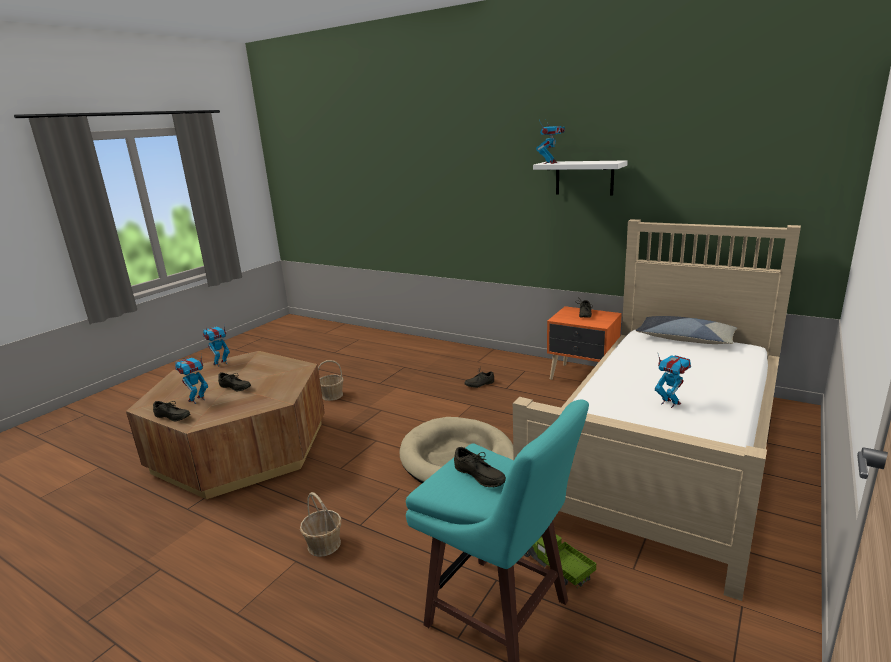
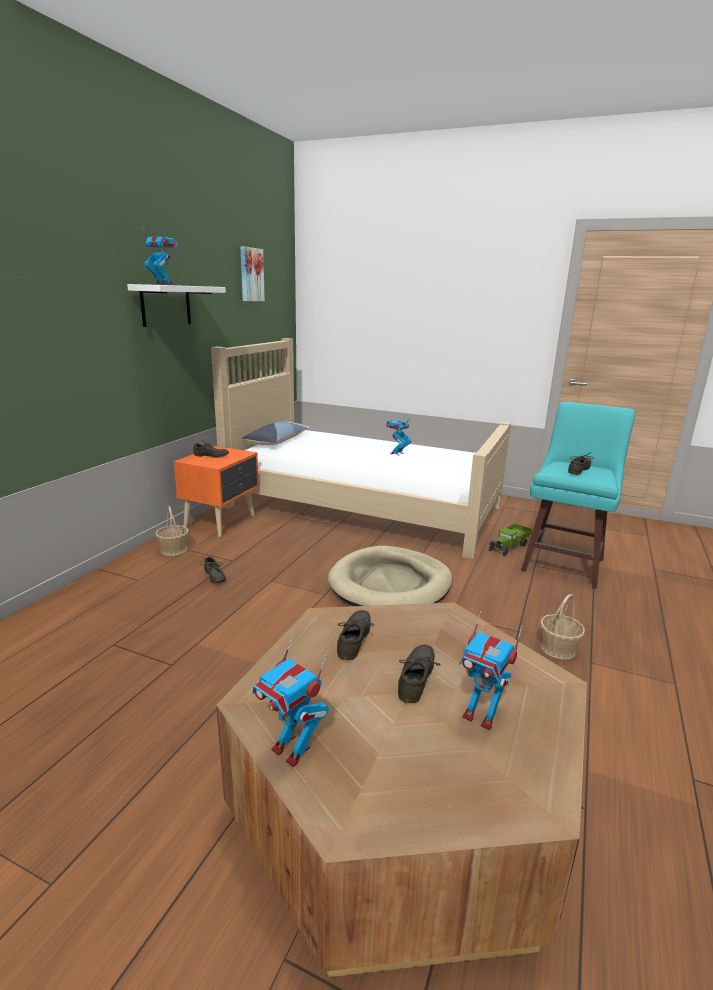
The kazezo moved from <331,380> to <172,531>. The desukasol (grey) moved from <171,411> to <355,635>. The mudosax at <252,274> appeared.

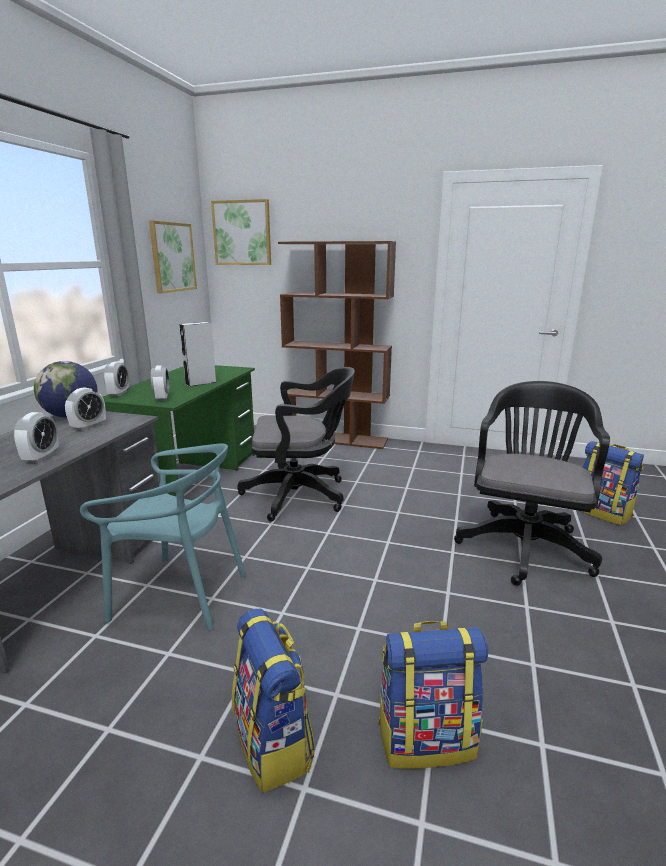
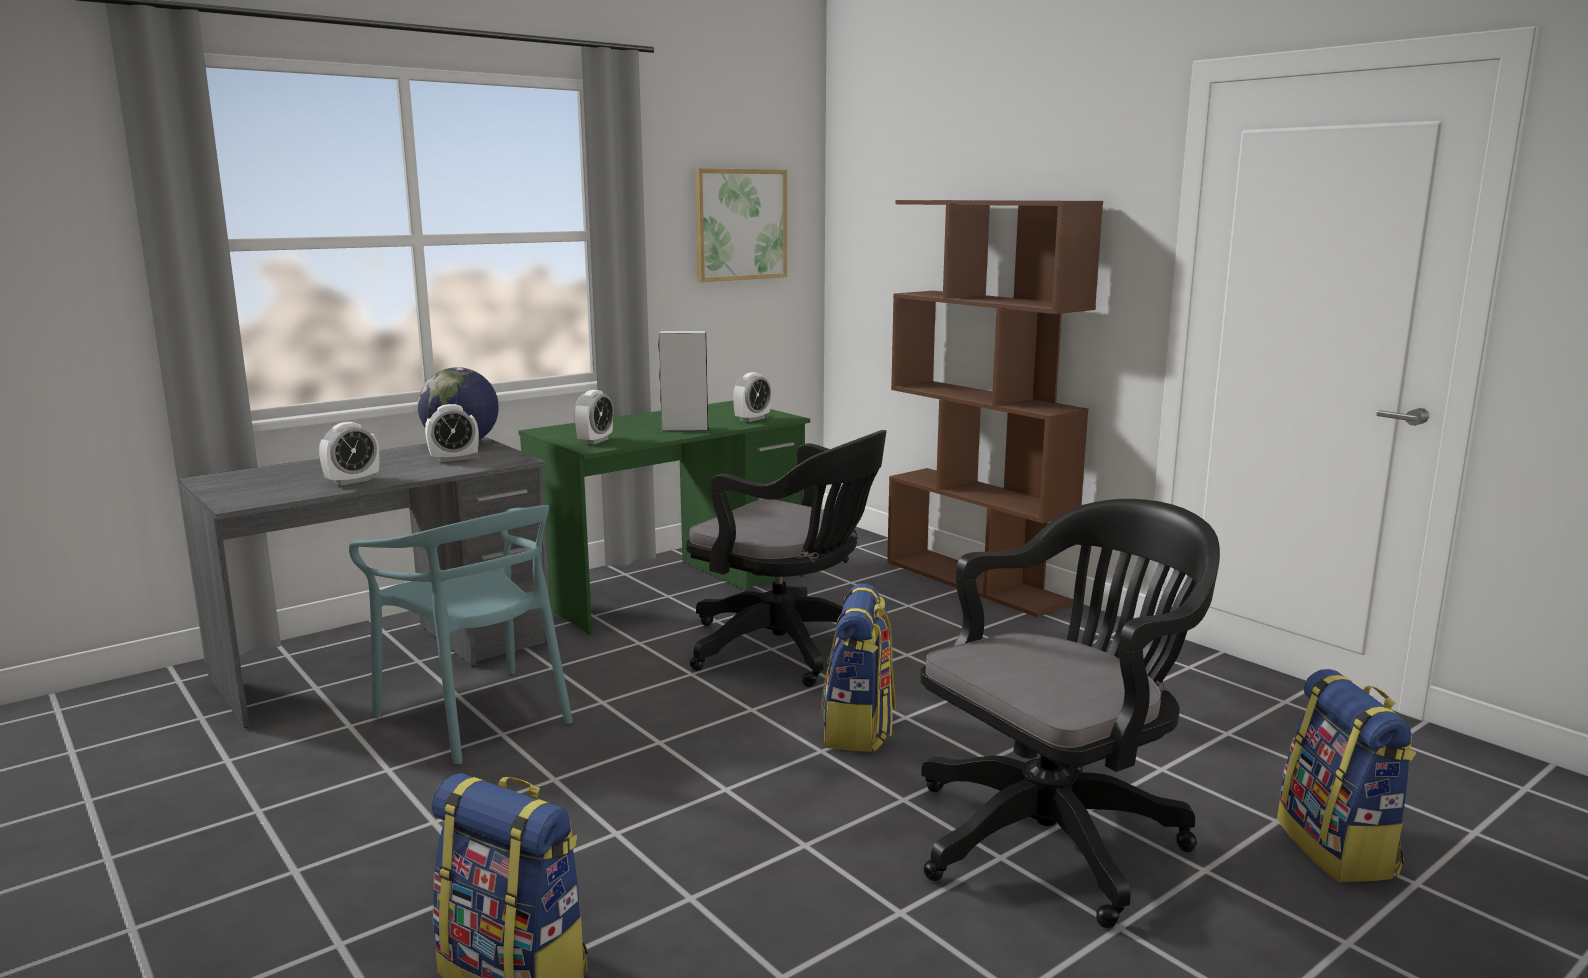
The mudosax at <241,232> disappeared. The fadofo moved from <116,379> to <752,397>. The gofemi moved from <273,701> to <858,668>.

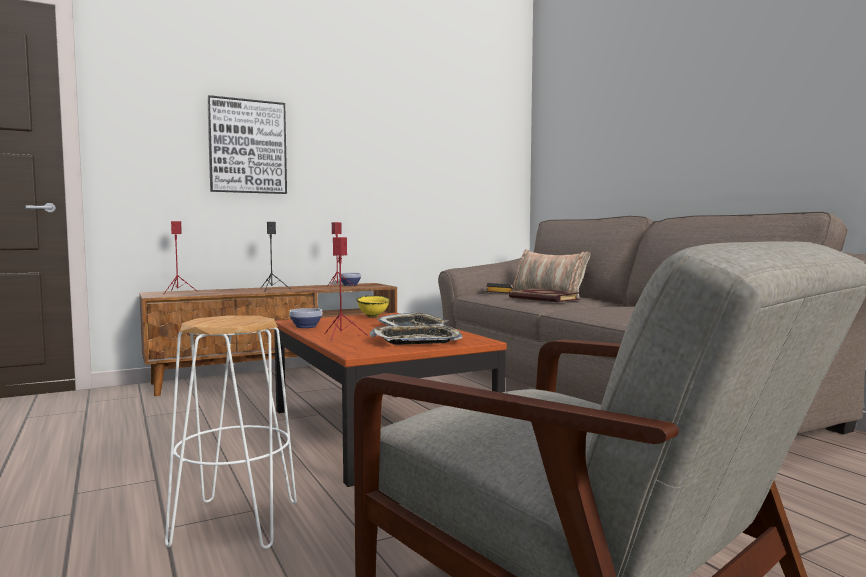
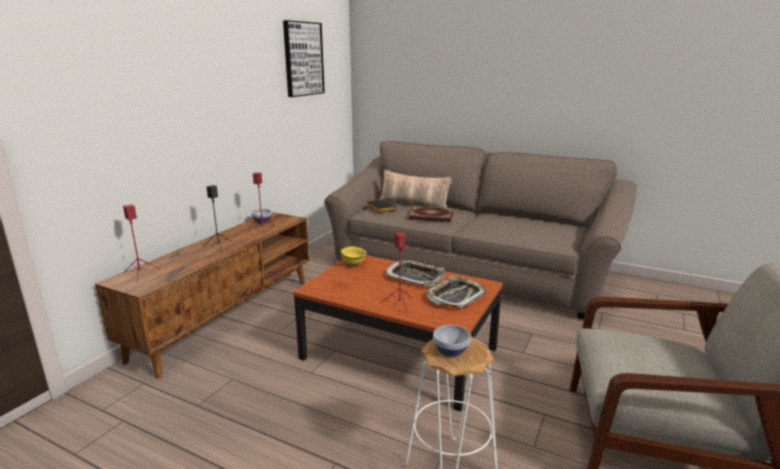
The mudosax moved from <247,144> to <304,58>. The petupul moved from <305,318> to <452,341>.

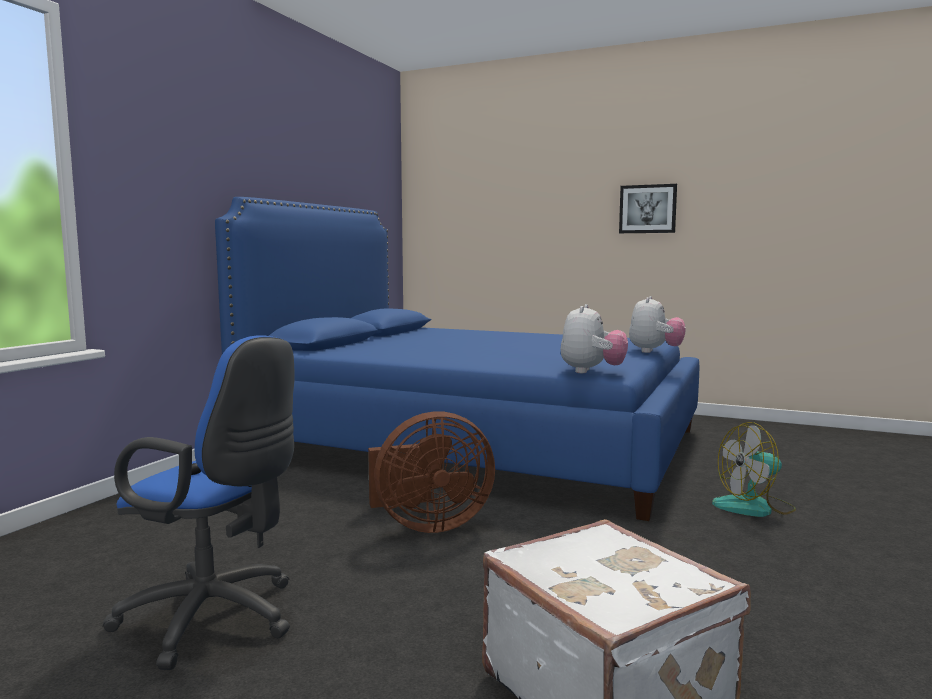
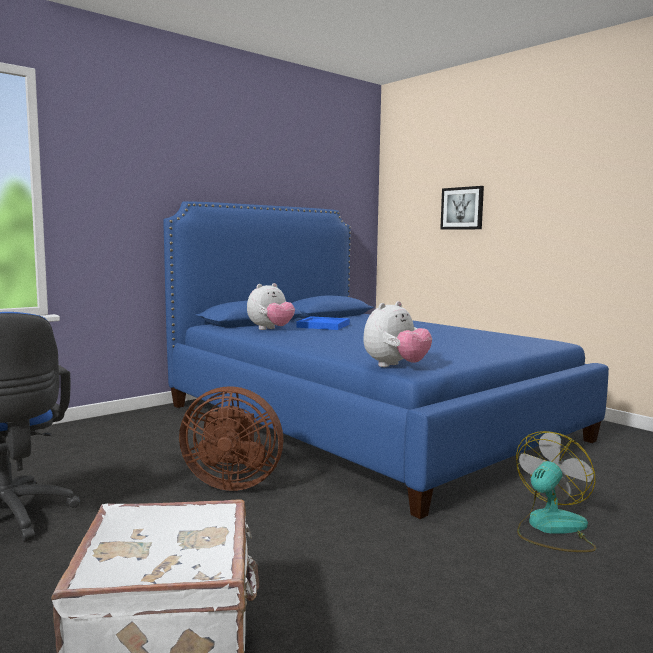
The mudosax moved from <648,208> to <462,208>. The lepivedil moved from <657,324> to <271,306>. The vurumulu at <754,469> turned 120 degrees clockwise. The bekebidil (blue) at <323,323> appeared.

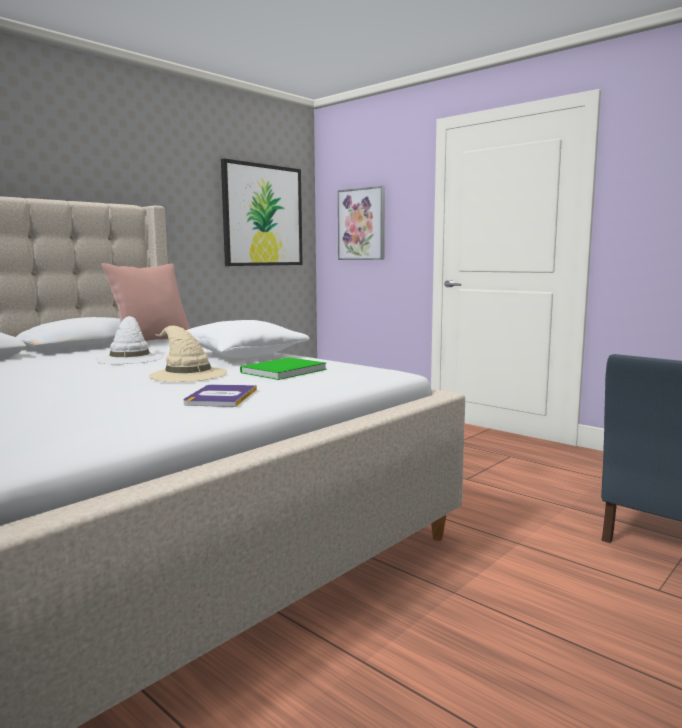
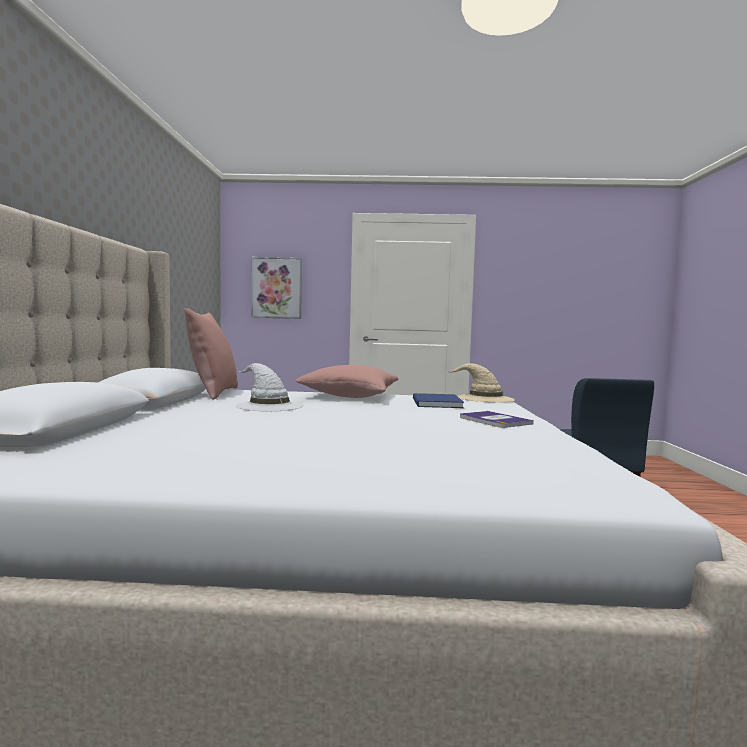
The mudosax at <261,212> disappeared. The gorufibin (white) at <248,339> became the gorufibin (pink) at <346,381>. The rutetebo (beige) moved from <188,353> to <481,383>. The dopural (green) at <283,368> became the dopural (blue) at <438,400>.

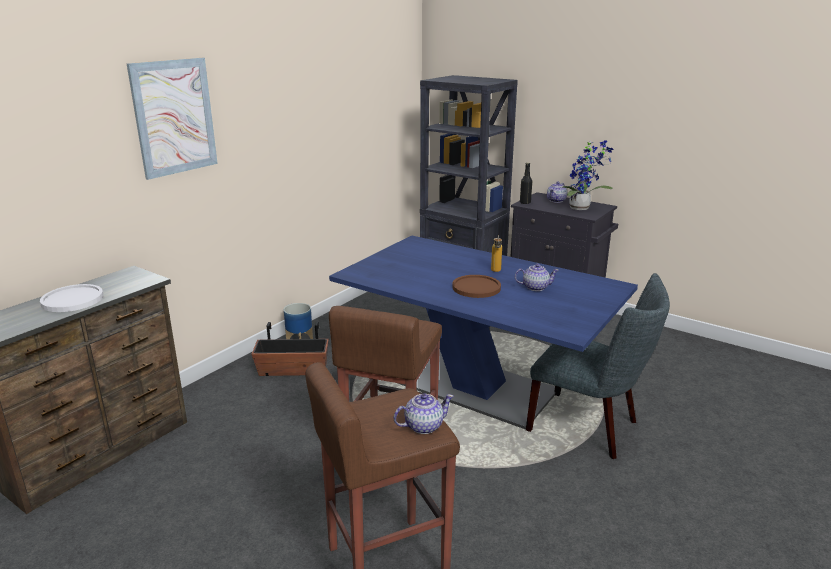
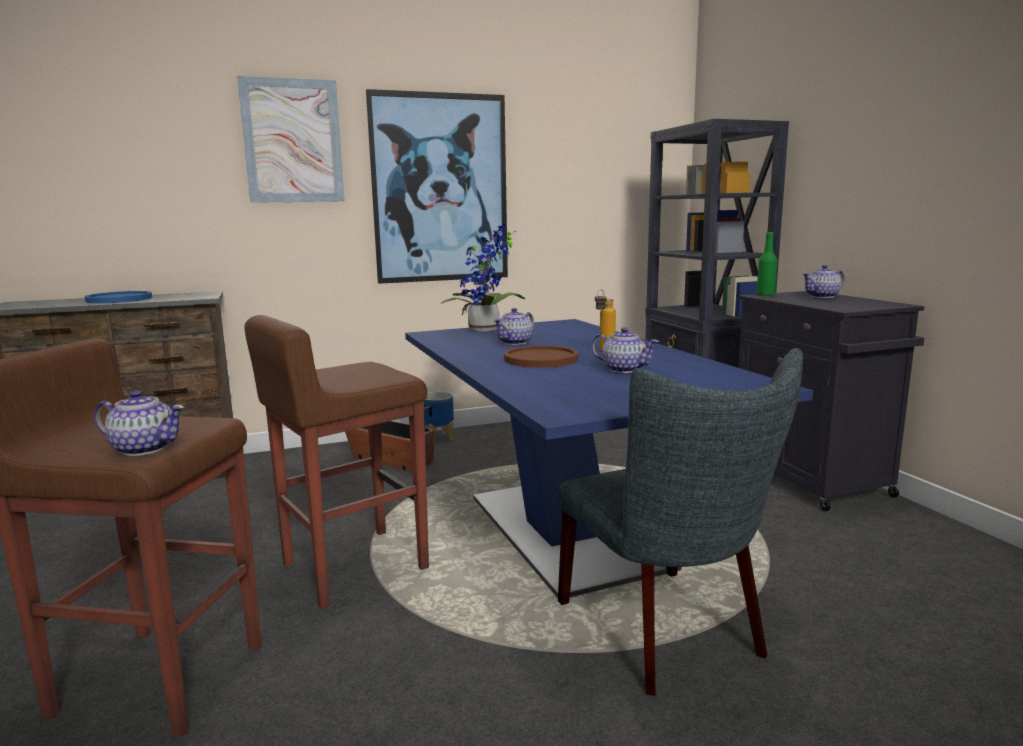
The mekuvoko moved from <587,175> to <483,277>. The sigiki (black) at <526,183> became the sigiki (green) at <767,264>. The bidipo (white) at <72,298> became the bidipo (blue) at <118,297>. The mudosax at <437,186> appeared. The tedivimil at <514,326> appeared.

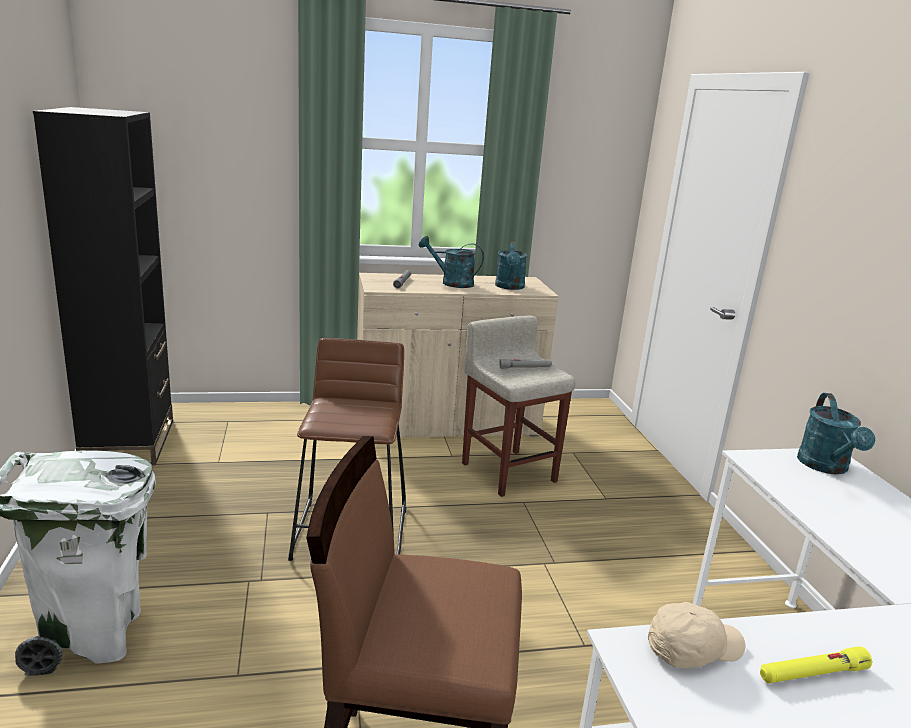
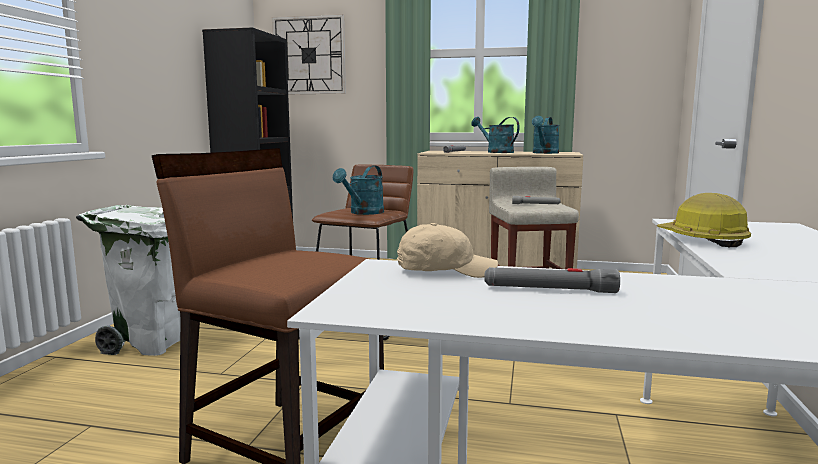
The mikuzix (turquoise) moved from <836,433> to <358,190>. The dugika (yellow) at <816,664> became the dugika (grey) at <552,280>. The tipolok at <309,54> appeared. The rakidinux at <704,220> appeared.

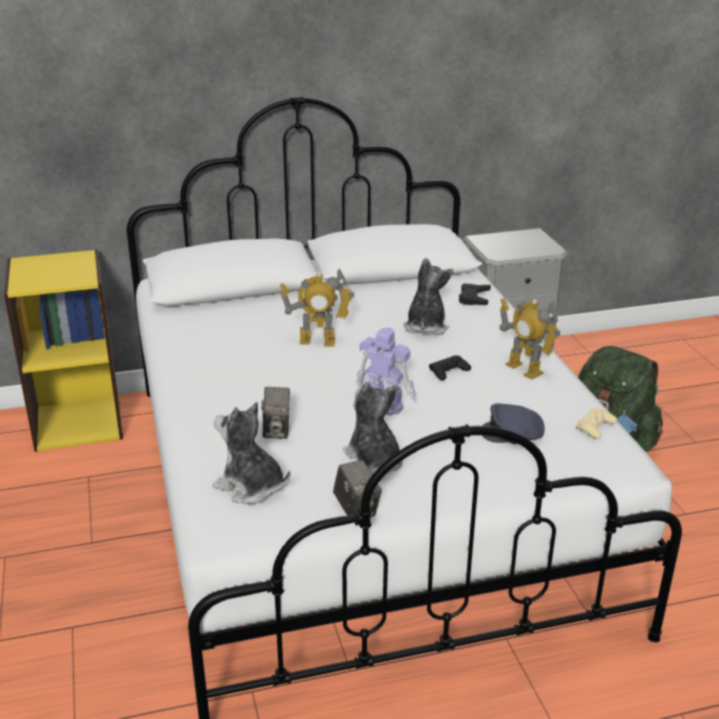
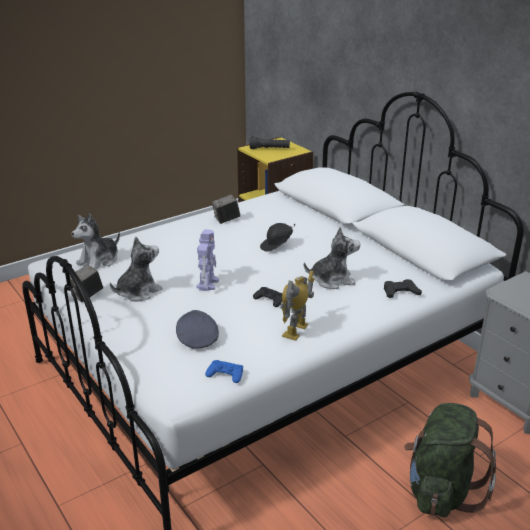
The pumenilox at <317,307> was replaced by the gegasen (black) at <277,237>. The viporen moved from <275,413> to <226,209>. The lepivedil at <252,453> turned 150 degrees counterclockwise. The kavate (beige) at <596,423> became the kavate (blue) at <224,371>. The dugika (black) at <270,142> appeared.

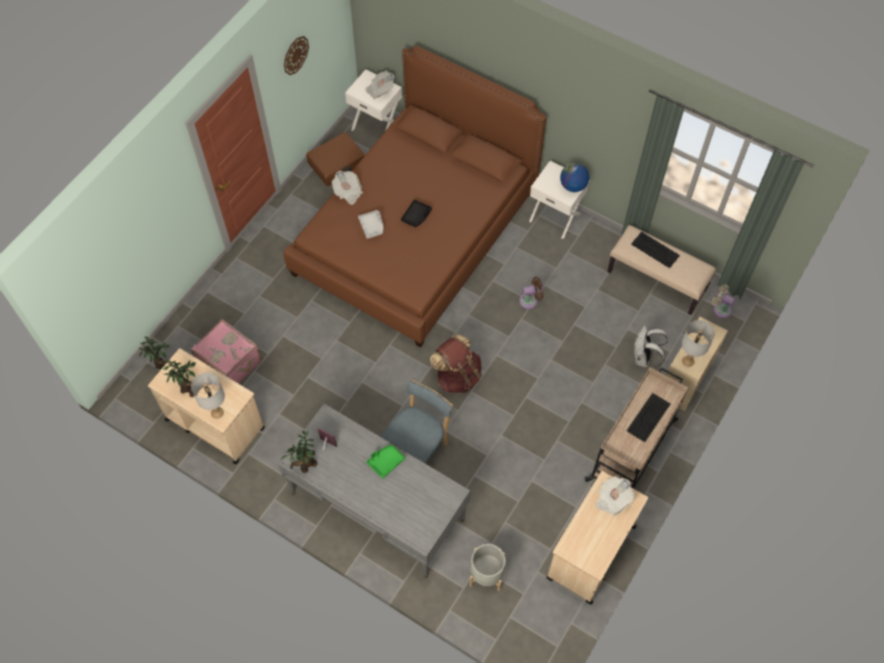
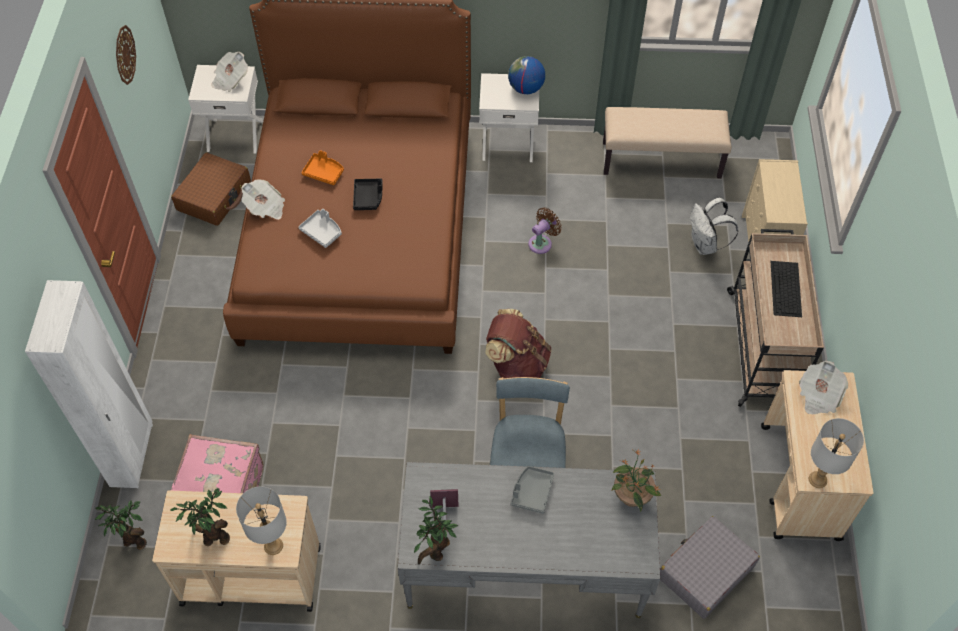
The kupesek at <655,250> disappeared. The vurumulu (beige) at <723,301> disappeared. The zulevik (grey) moved from <698,343> to <836,453>. The bekebidil (green) at <385,462> became the bekebidil (grey) at <532,490>. The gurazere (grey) at <488,567> was replaced by the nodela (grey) at <710,567>. The bekebidil (orange) at <322,167> appeared. The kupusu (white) at <89,384> appeared. The mekuvoko at <636,480> appeared.

